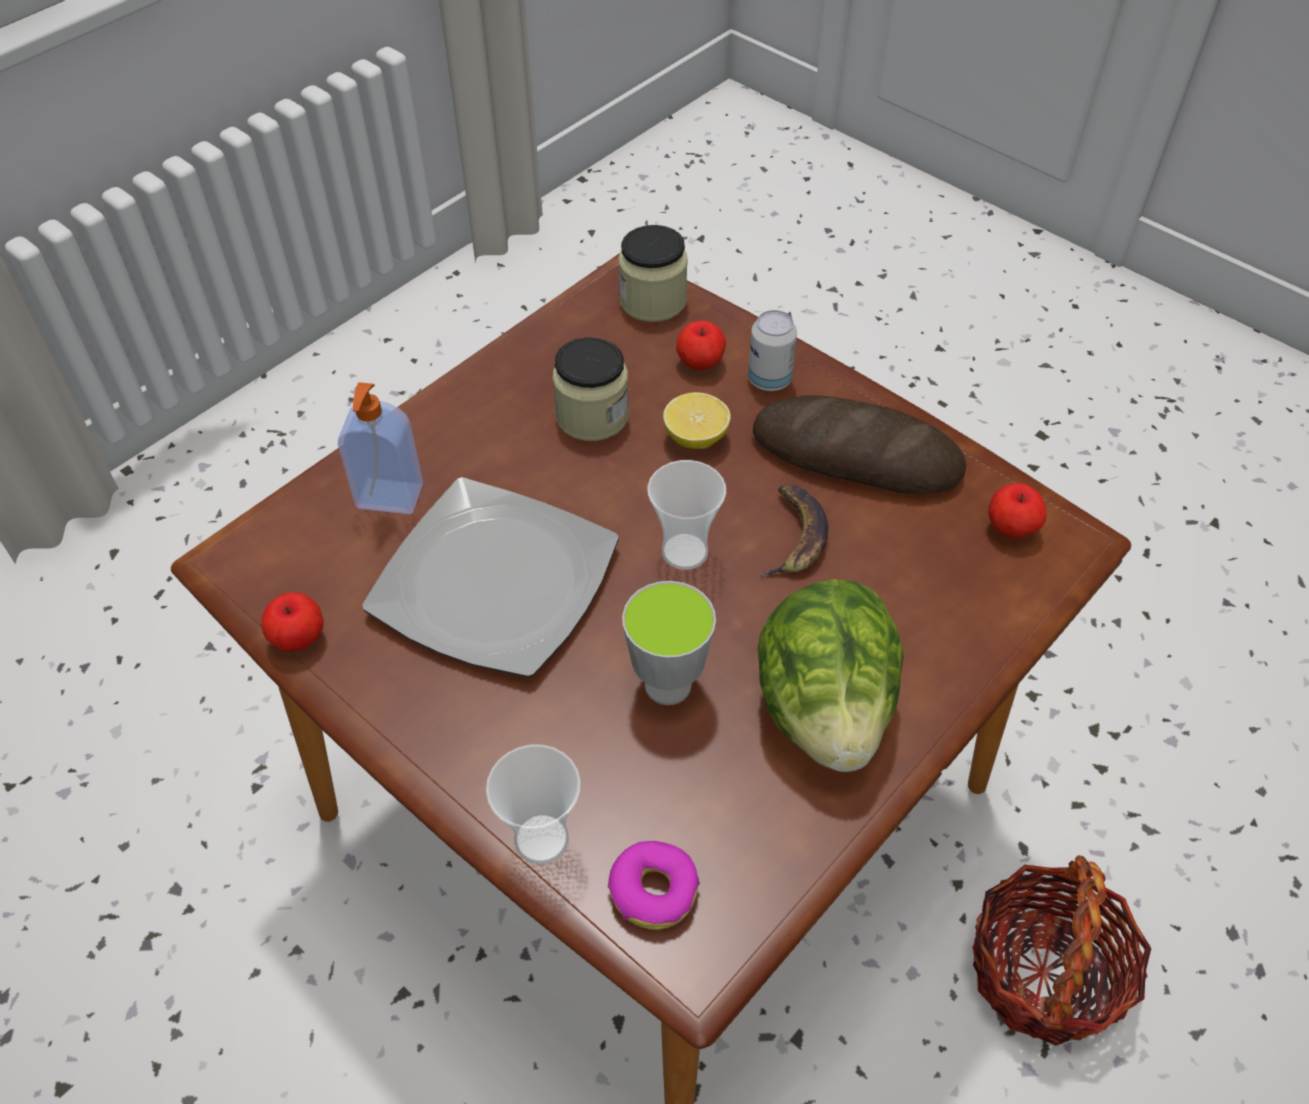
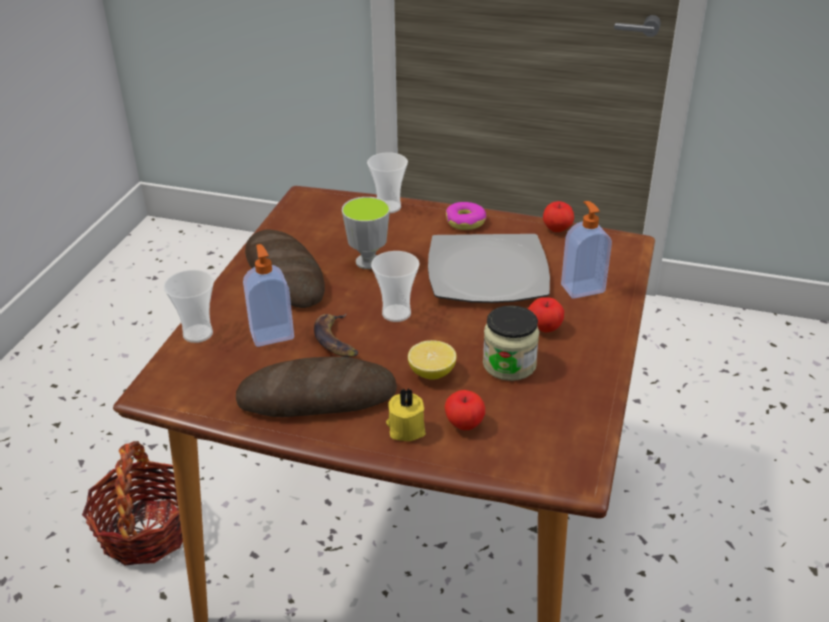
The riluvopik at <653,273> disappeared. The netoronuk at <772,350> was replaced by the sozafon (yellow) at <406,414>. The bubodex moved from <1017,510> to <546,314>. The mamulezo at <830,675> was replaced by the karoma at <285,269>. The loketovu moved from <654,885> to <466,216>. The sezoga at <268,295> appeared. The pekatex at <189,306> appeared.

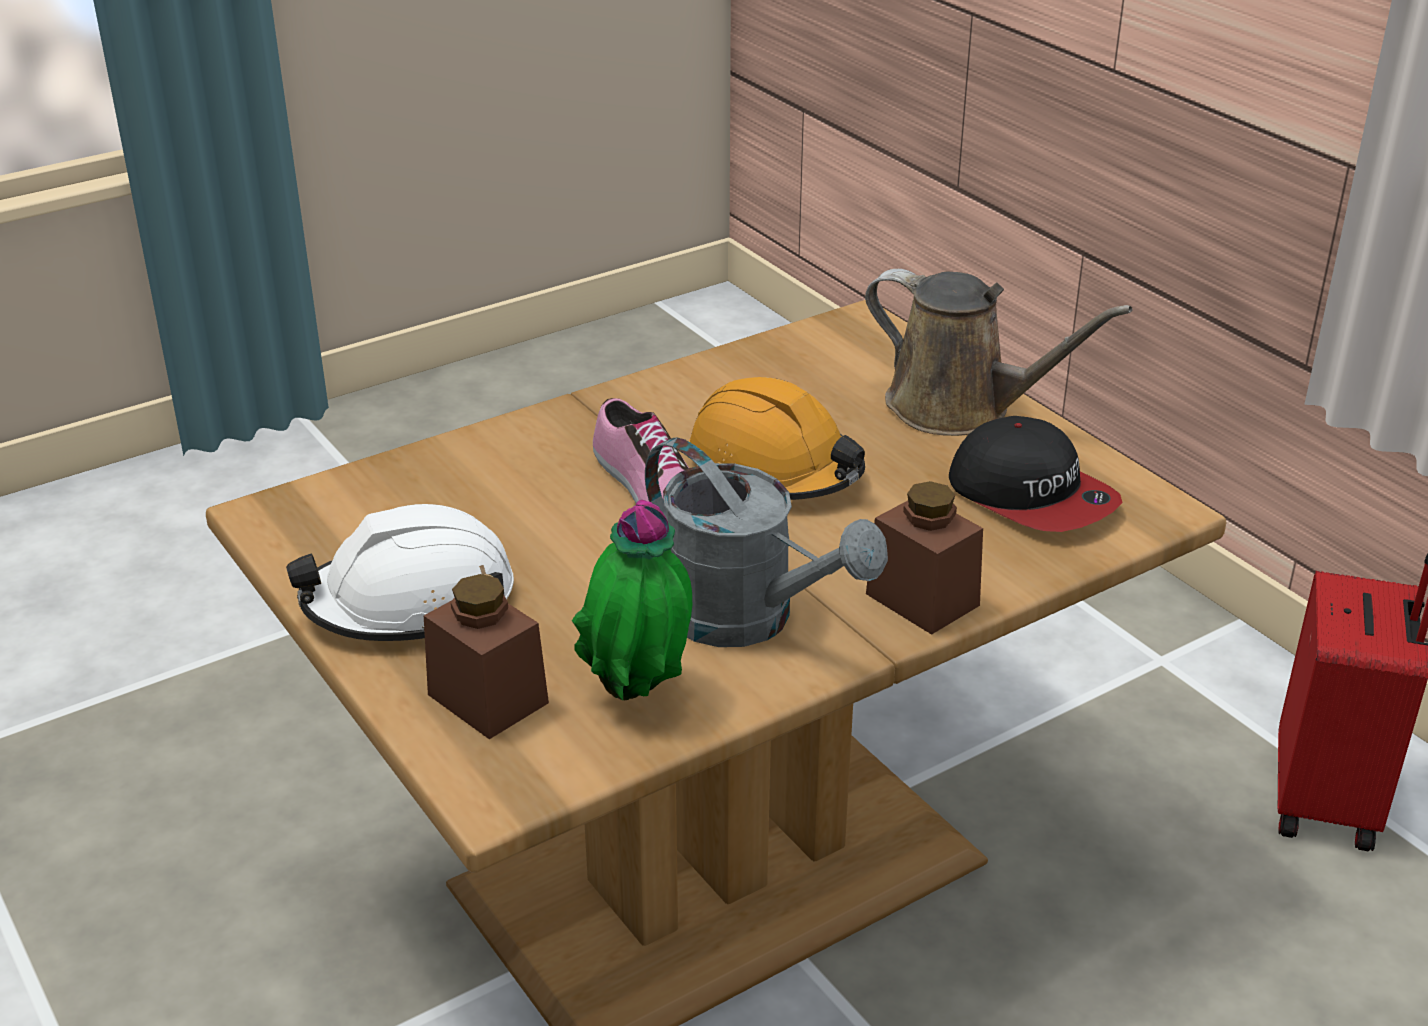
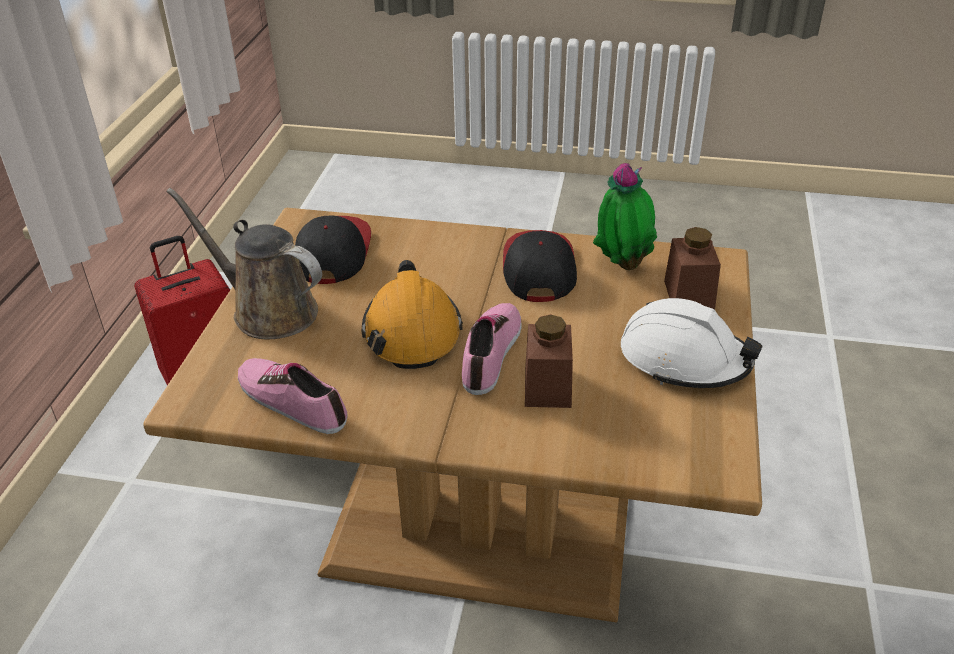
The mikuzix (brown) at <998,352> turned 45 degrees counterclockwise. The mikuzix (grey) at <766,542> was replaced by the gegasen at <540,266>. The riluvopik (brown) moved from <924,558> to <549,361>. The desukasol at <292,396> appeared.

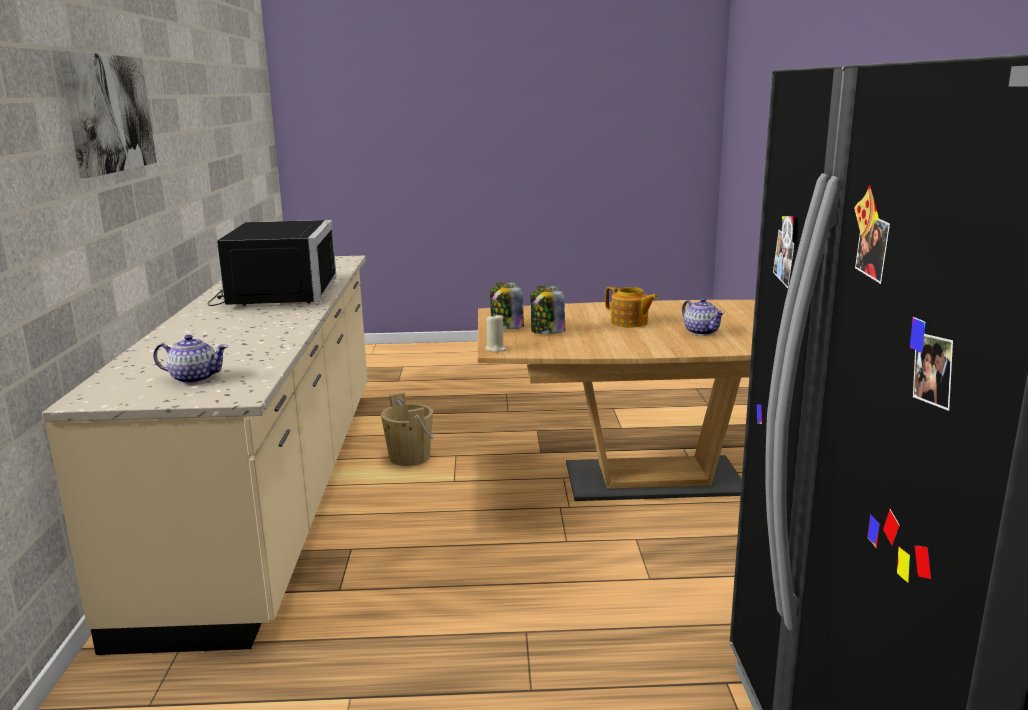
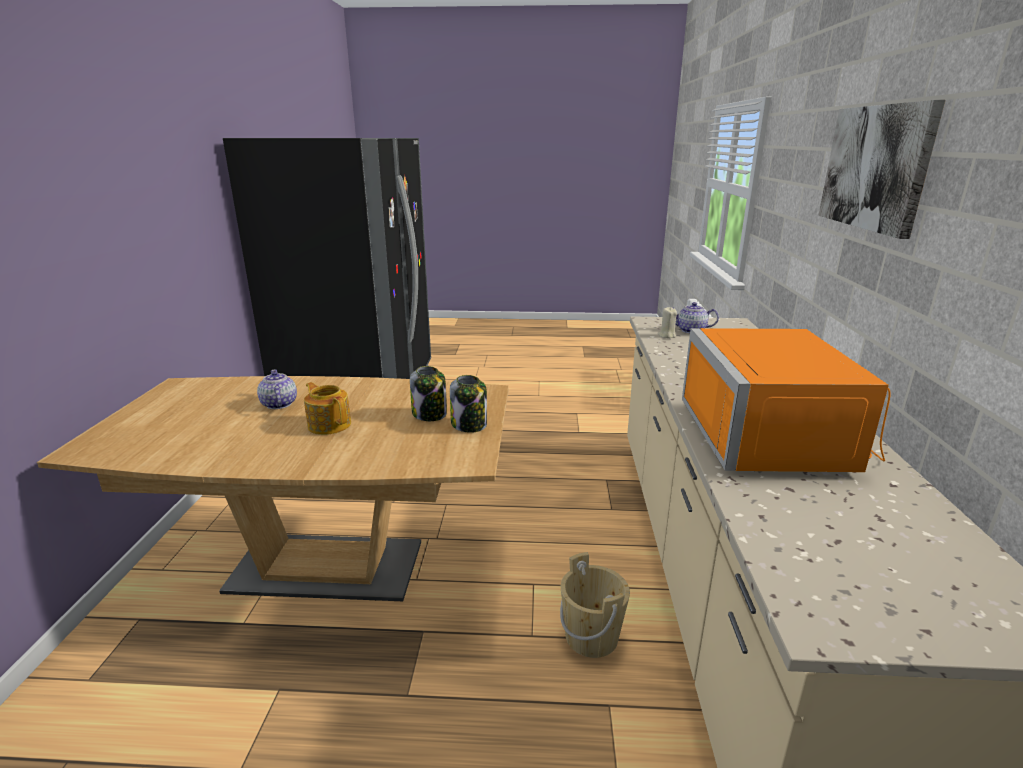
The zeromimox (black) at <272,263> became the zeromimox (orange) at <786,400>. The sozafon (beige) moved from <496,333> to <667,322>.

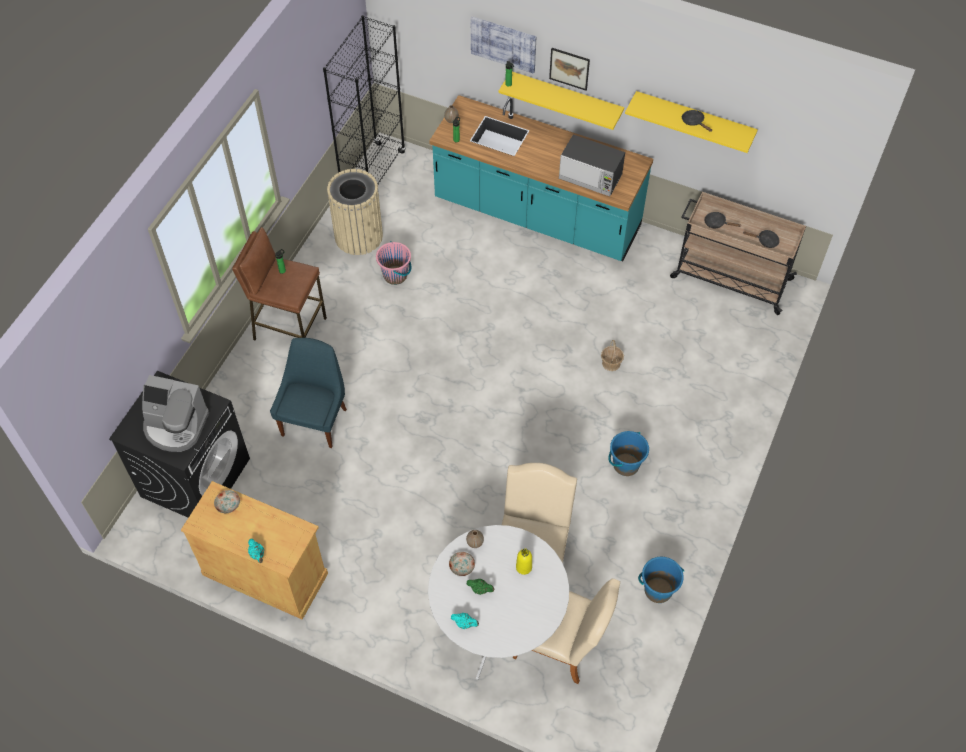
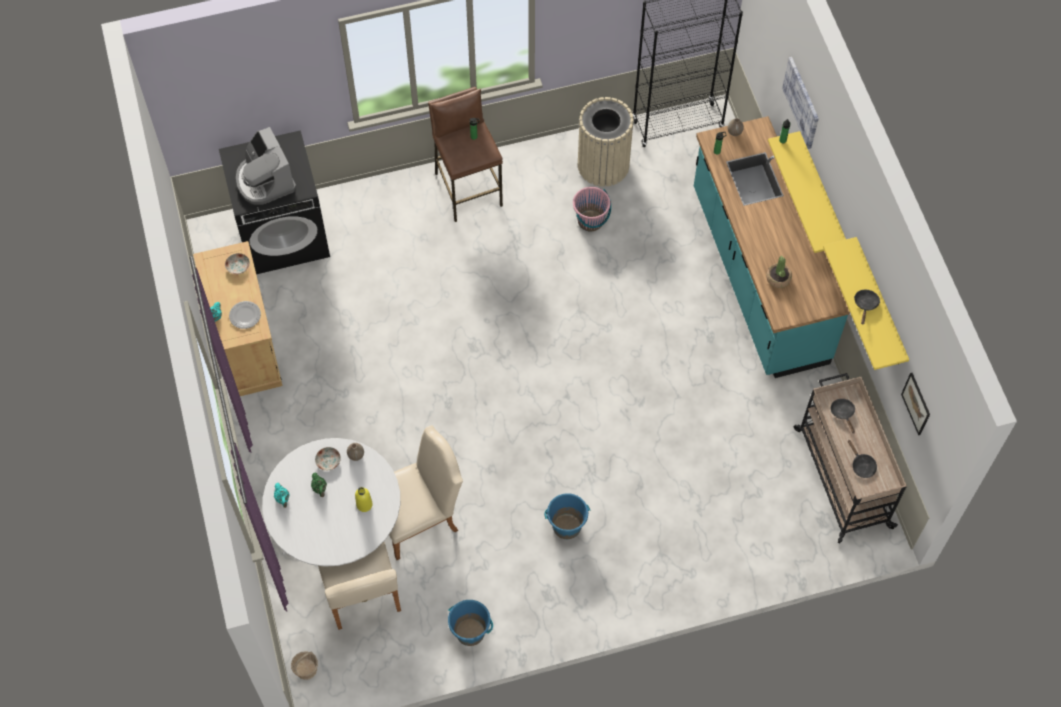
The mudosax moved from <569,69> to <915,404>. The zeromimox at <592,165> was replaced by the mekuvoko at <779,272>. The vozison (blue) at <308,393> disappeared. The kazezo moved from <612,355> to <304,665>. The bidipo at <245,315> appeared.

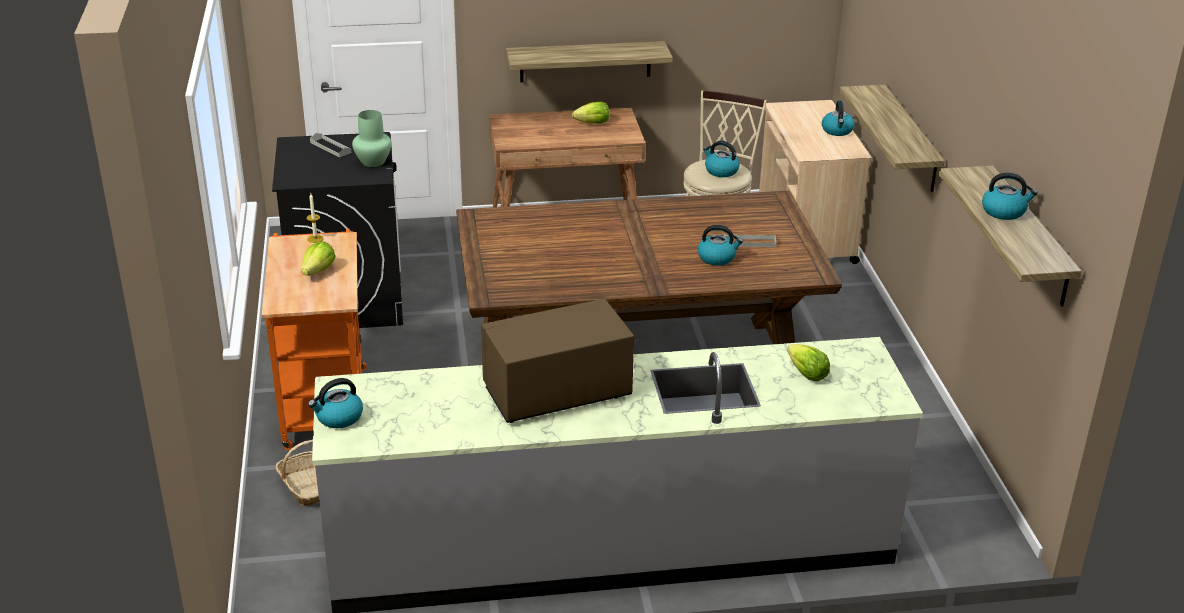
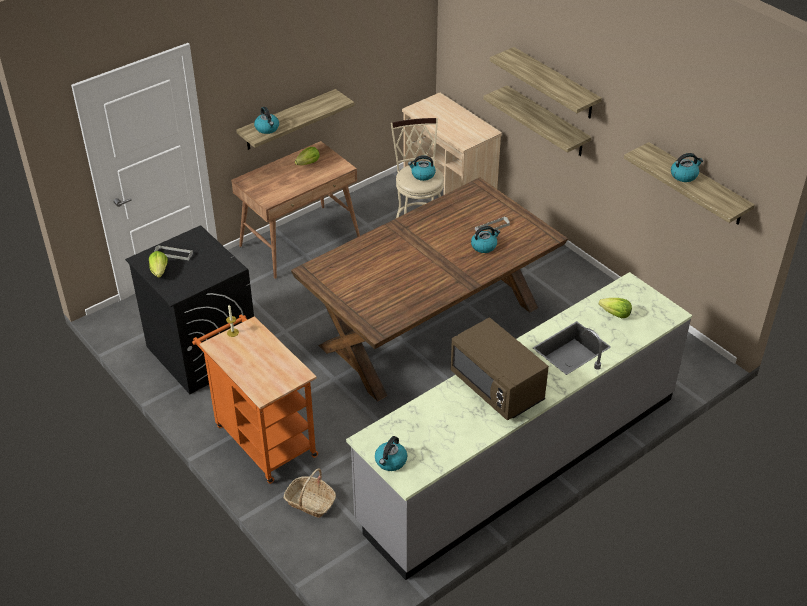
The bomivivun moved from <838,118> to <266,120>. The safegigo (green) at <372,138> disappeared. The mamulezo moved from <318,258> to <158,264>. The zeromimox (brown) at <557,361> turned 75 degrees counterclockwise. The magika at <546,82> appeared.

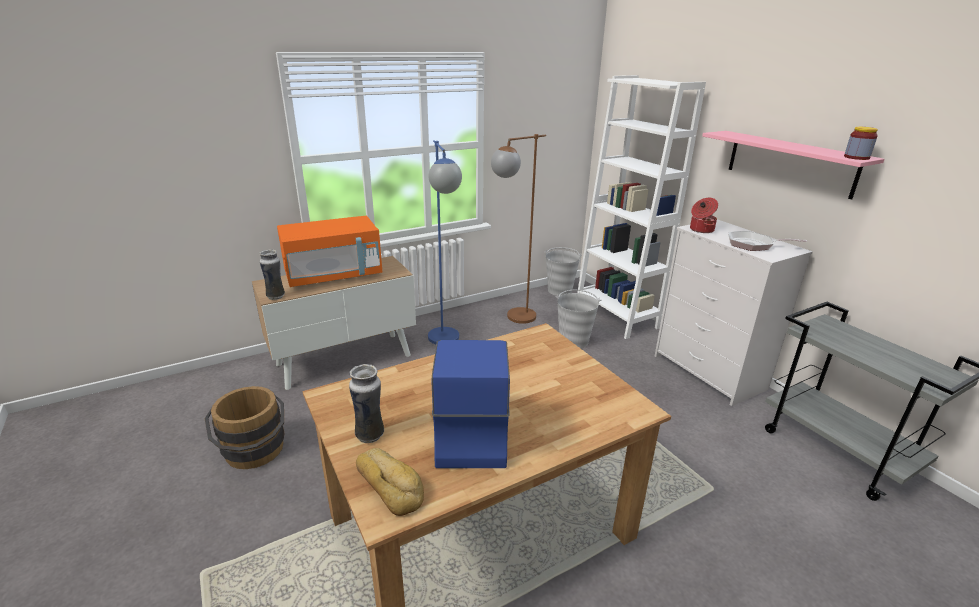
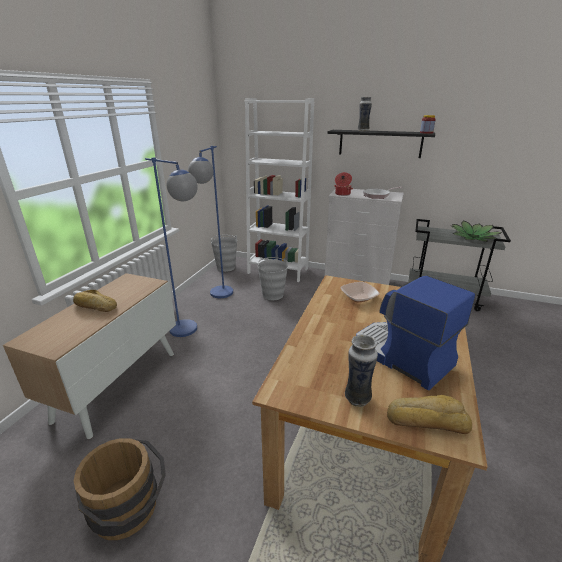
The magika (pink) at <793,165> became the magika (black) at <381,144>. The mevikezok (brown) at <518,229> became the mevikezok (blue) at <210,222>. The zeromimox (orange) at <329,251> was replaced by the karoma at <95,301>. The safegigo moved from <272,275> to <365,114>. The mekuvoko at <476,231> appeared. The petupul at <360,292> appeared.

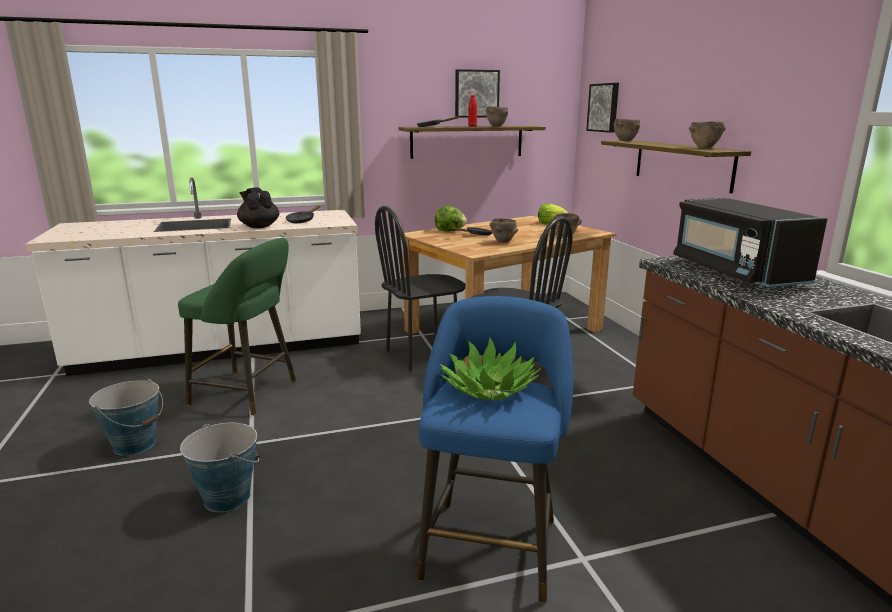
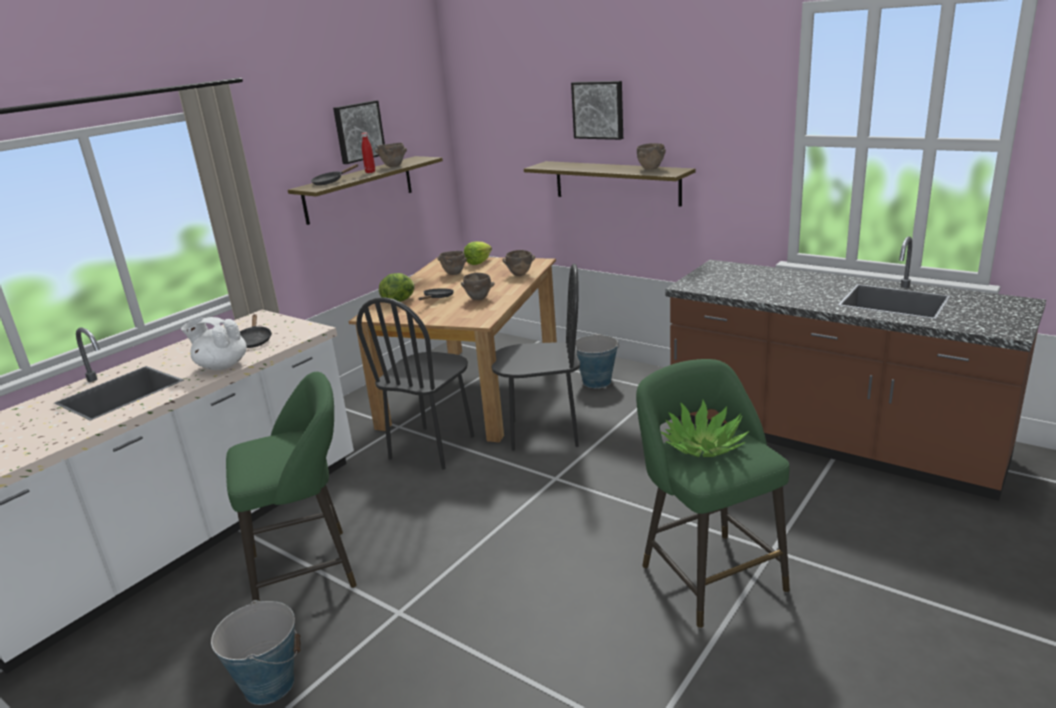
The mudosax moved from <602,108> to <597,110>. The petupul (brown) moved from <627,130> to <452,263>. The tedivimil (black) at <258,207> became the tedivimil (white) at <214,343>. The zeromimox (black) at <750,243> disappeared. The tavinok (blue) at <495,449> became the tavinok (green) at <713,493>. The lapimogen moved from <220,467> to <597,361>.

